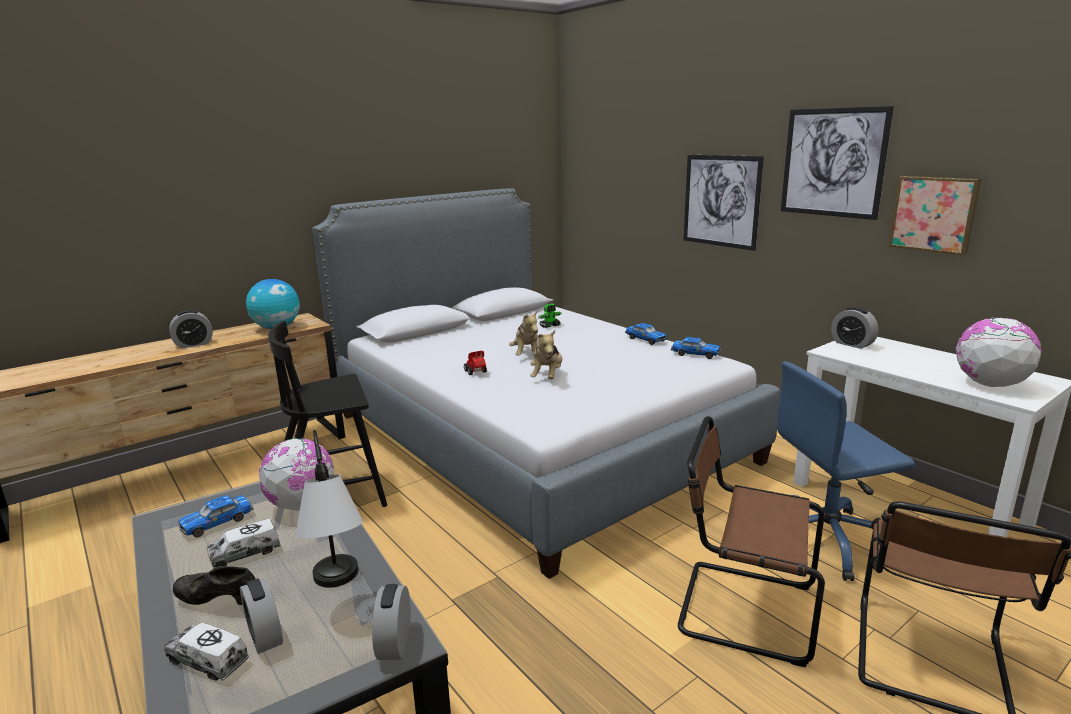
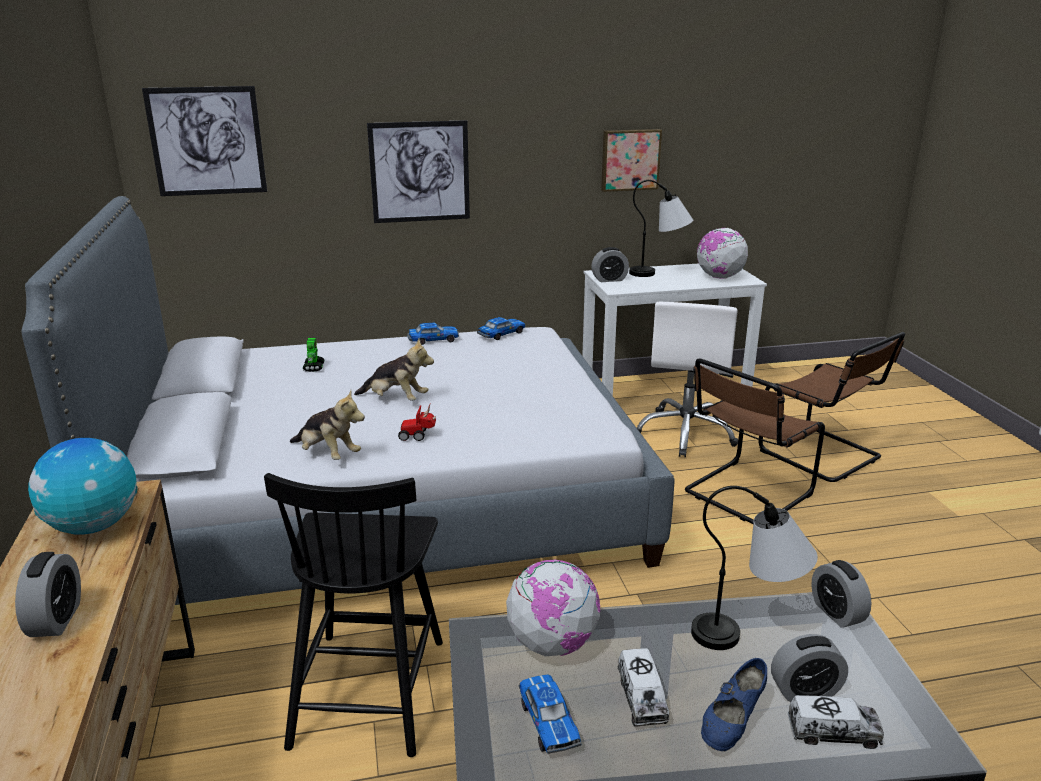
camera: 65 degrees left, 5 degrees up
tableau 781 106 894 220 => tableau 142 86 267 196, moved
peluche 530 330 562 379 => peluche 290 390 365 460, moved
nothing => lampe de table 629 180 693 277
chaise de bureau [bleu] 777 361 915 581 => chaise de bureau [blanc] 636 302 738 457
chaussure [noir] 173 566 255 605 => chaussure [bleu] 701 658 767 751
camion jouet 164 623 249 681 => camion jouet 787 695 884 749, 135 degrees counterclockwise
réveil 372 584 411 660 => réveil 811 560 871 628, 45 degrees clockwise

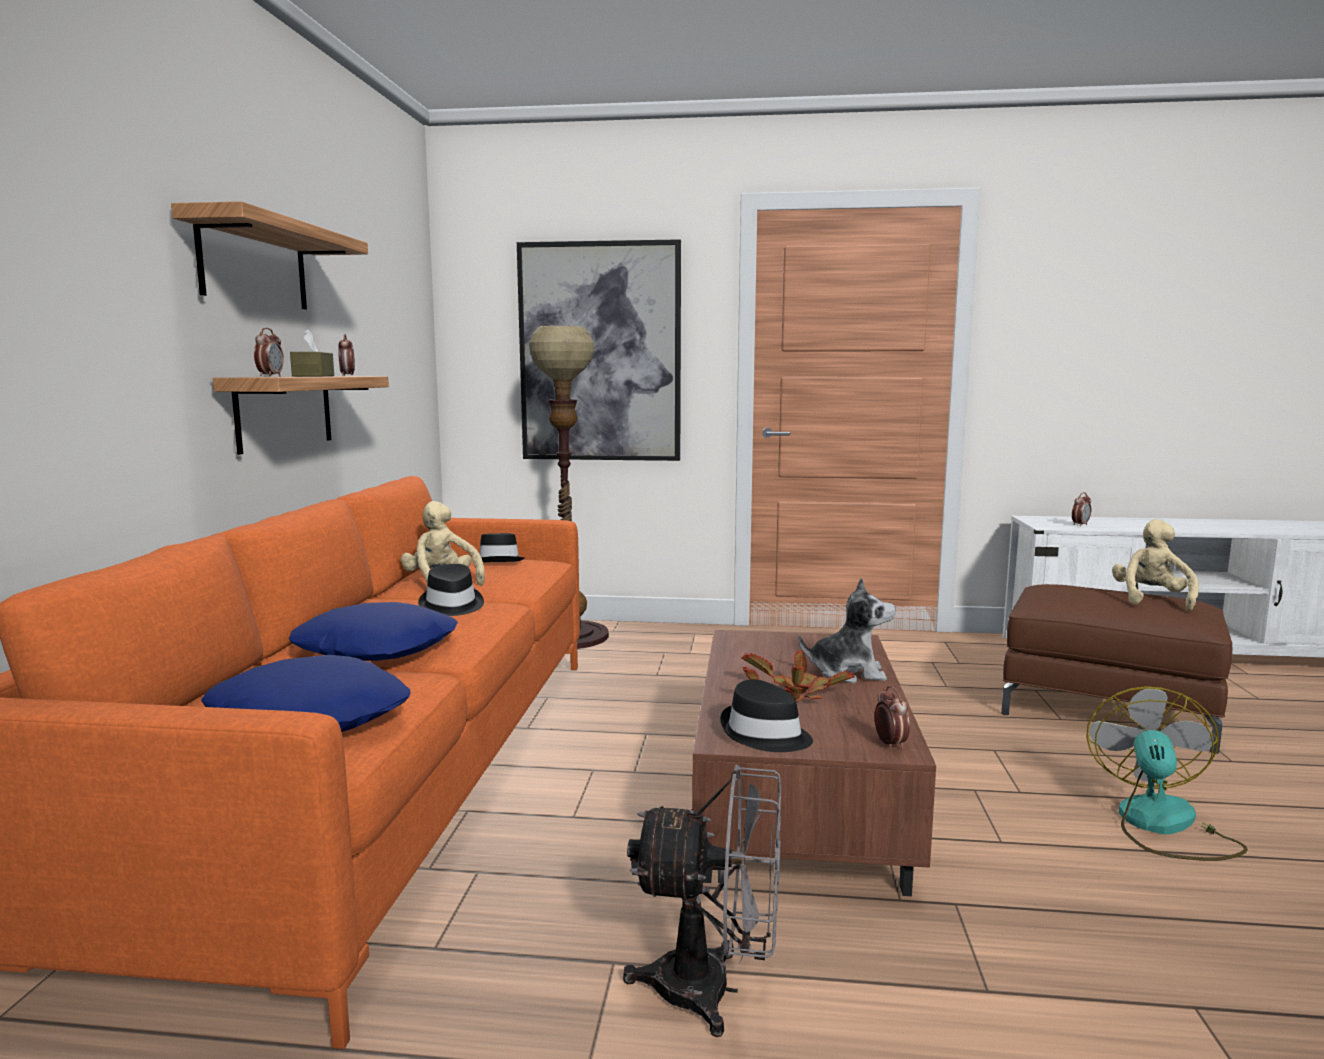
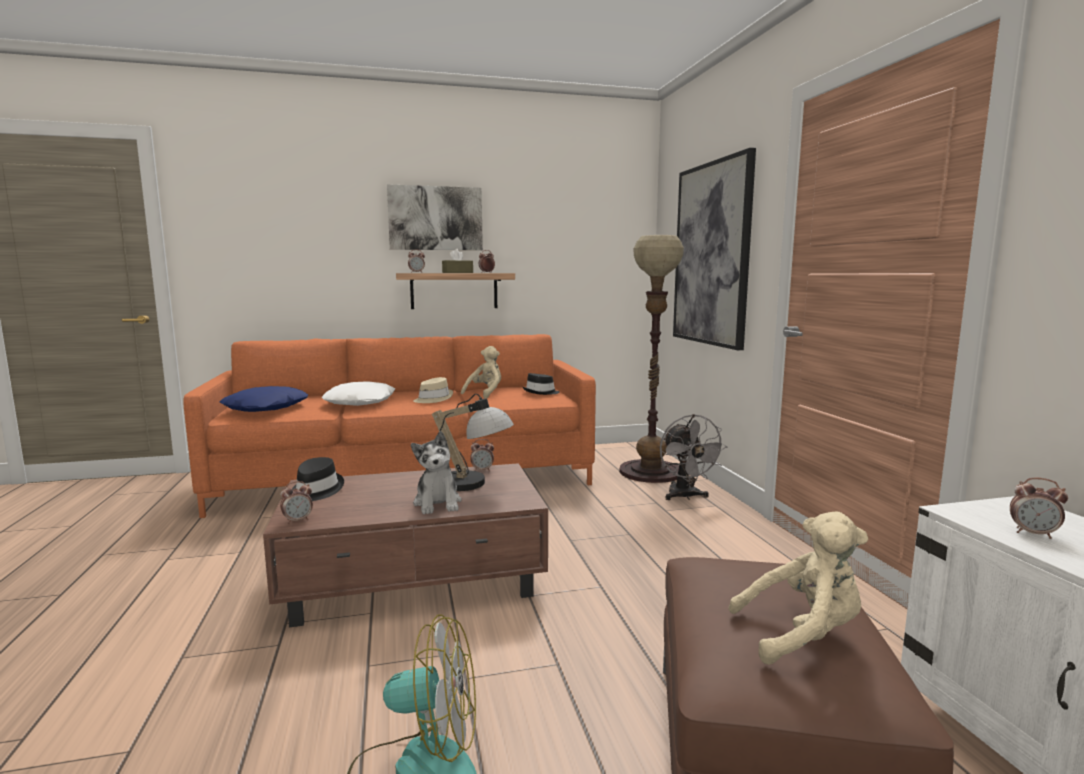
camera: 70 degrees right, 0 degrees up
coussin [bleu] 289 602 458 661 => coussin [blanc] 322 381 395 406
étagère 171 201 368 309 => tableau 387 184 483 250
chapeau [noir] 418 564 484 616 => chapeau [beige] 414 377 453 403
nothing => lampe de table 432 394 514 491
nothing => réveil 470 439 494 471
ventilateur [gris] 623 764 781 1037 => ventilateur [gris] 660 414 728 500, moved
plante en pot 741 650 854 701 => nothing

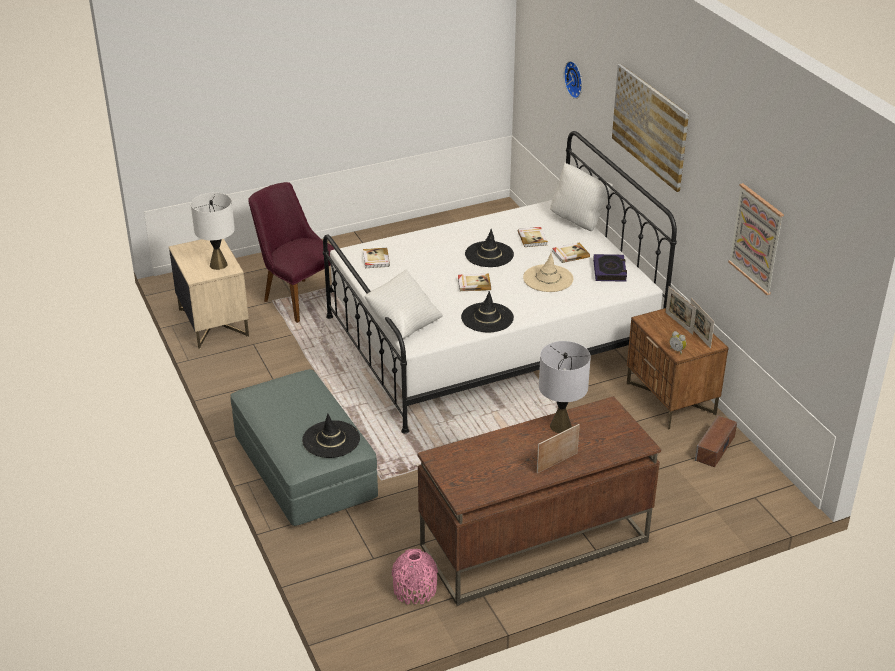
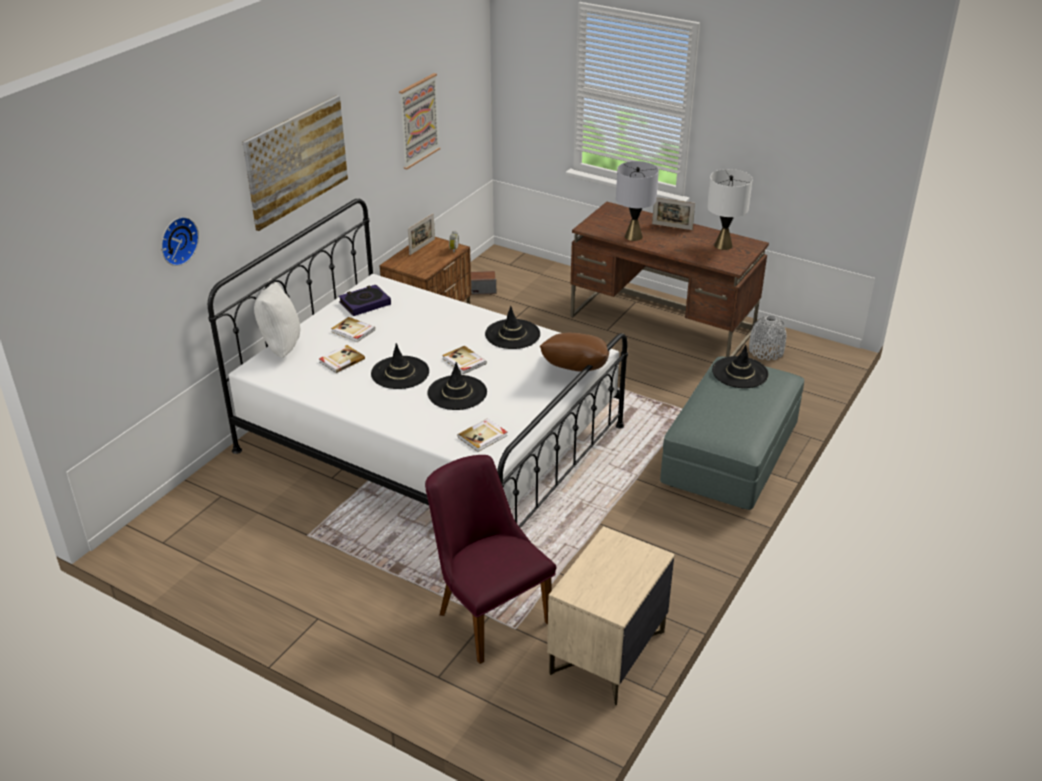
camera: 125 degrees left, 0 degrees up
chaise [violet] 248 182 339 323 => chaise [violet] 425 455 556 664, 135 degrees clockwise
nothing => chapeau [noir] 427 362 487 410
coussin [blanc] 364 269 443 338 => coussin [marron] 540 333 609 371
lampe de table [blanc] 191 193 235 270 => lampe de table [blanc] 707 169 753 250, moved
vase [rose] 392 549 438 604 => vase [gris] 749 315 787 360
chapeau [beige] 523 253 574 292 => nothing
cadre photo 665 287 696 335 => nothing

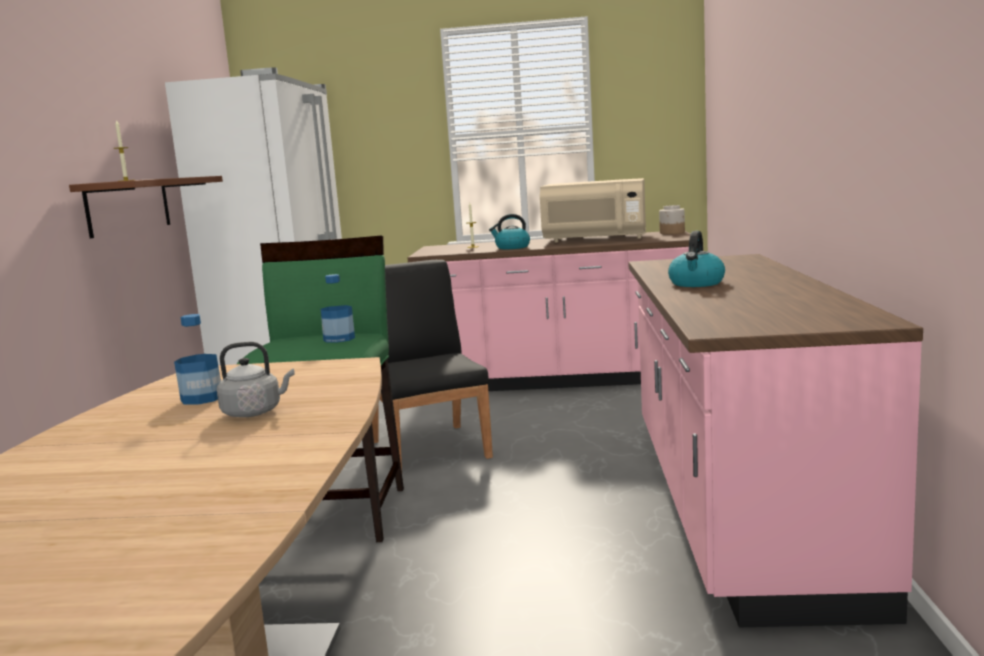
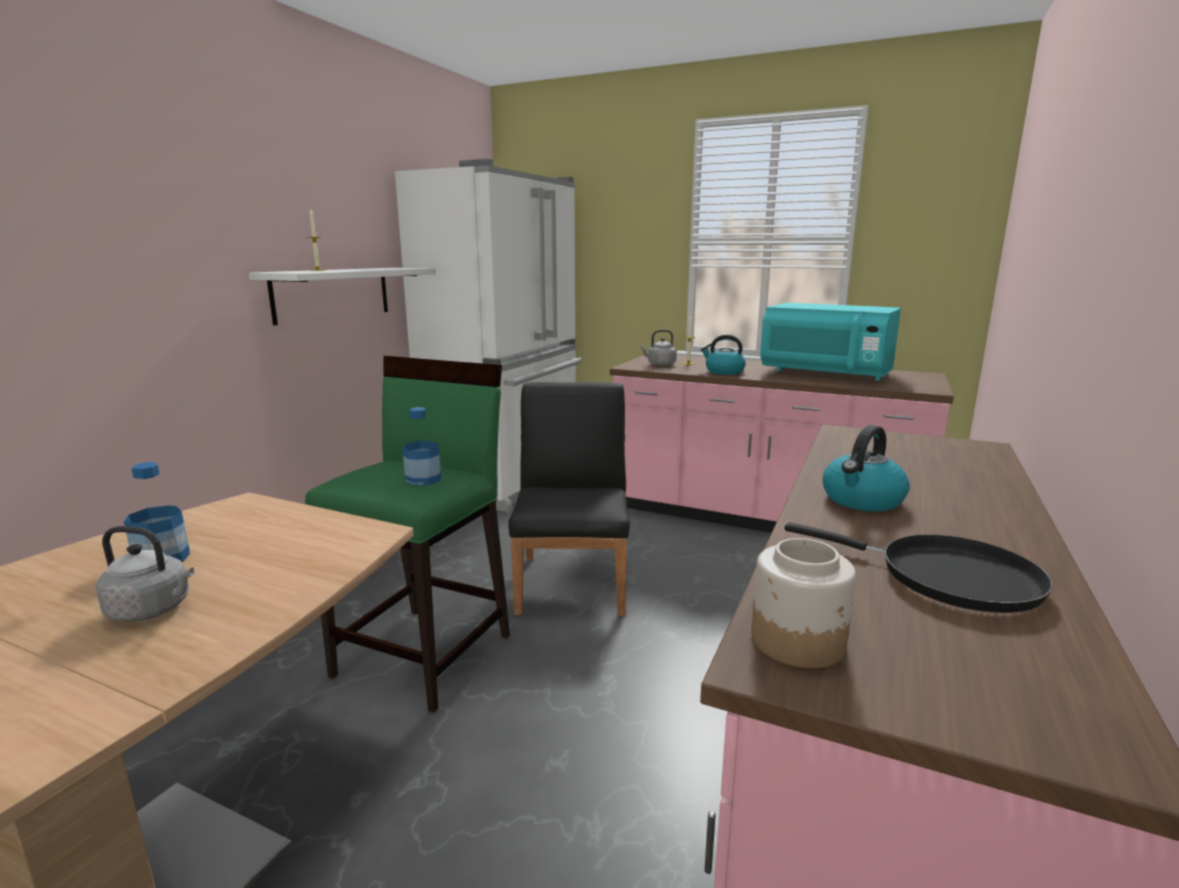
camera: 20 degrees right, 5 degrees up
étagère [marron] 69 176 223 238 => étagère [blanc] 249 268 436 325
nothing => bouilloire [gris] 640 330 677 366
bocal 659 205 685 234 => bocal 751 538 856 668, moved
micro-ondes [beige] 540 178 646 243 => micro-ondes [turquoise] 760 303 901 381
nothing => poêle [noir] 785 522 1053 613

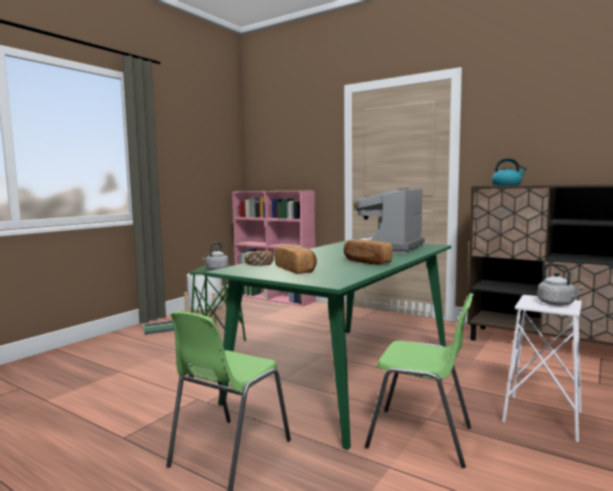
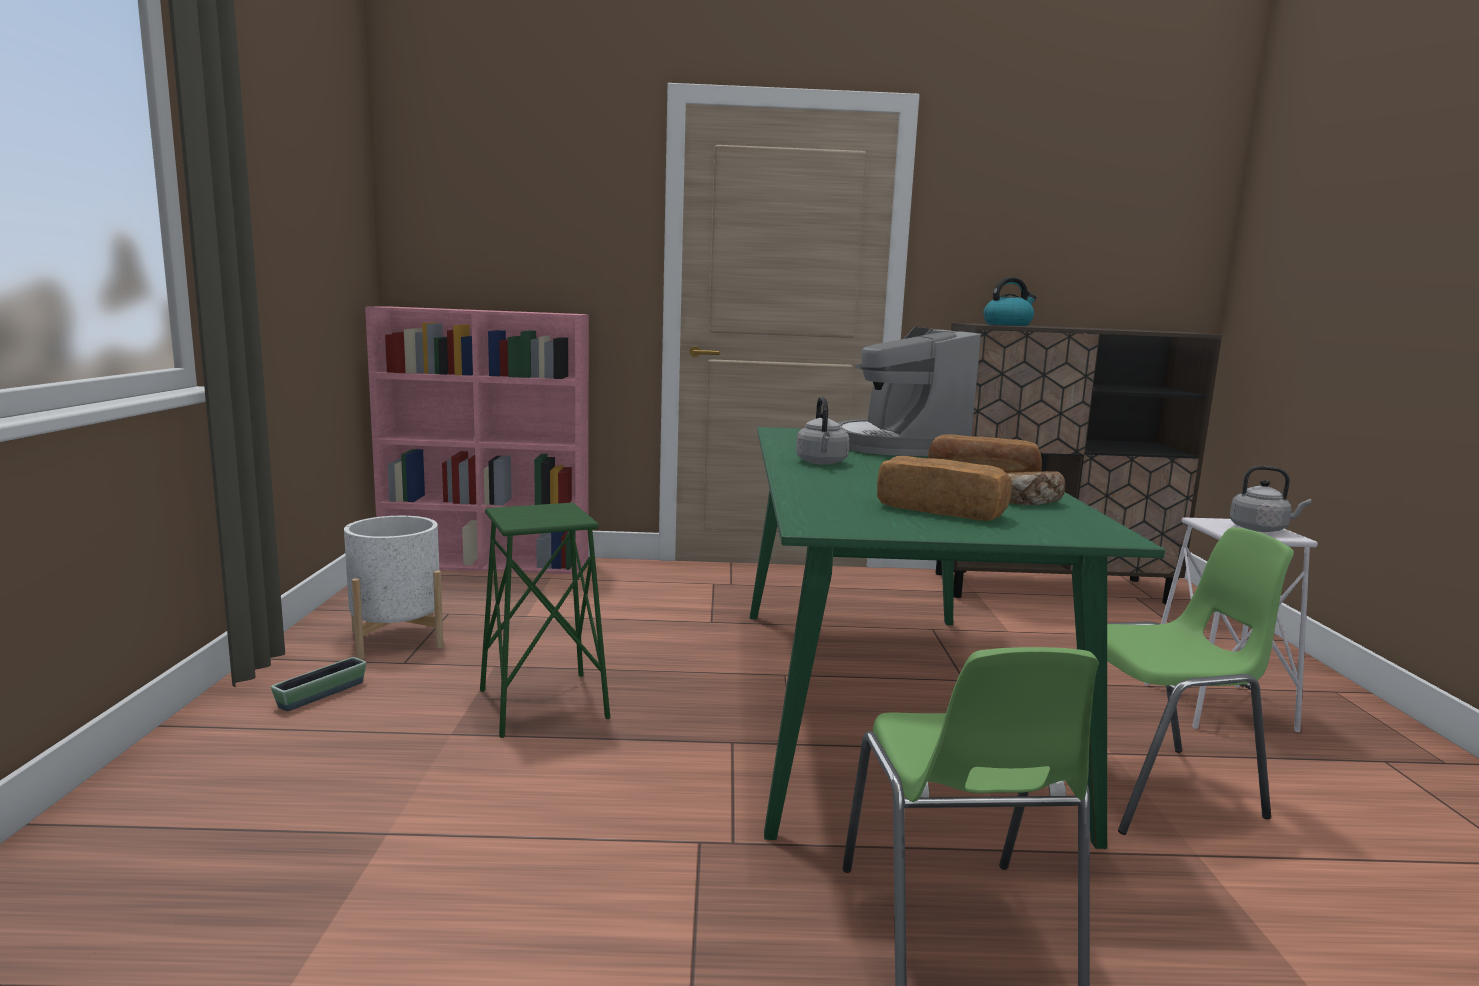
camera: 35 degrees left, 5 degrees up
bouilloire [gris] 203 242 229 270 => bouilloire [gris] 796 396 849 465, moved
pain 244 251 274 266 => pain 1007 471 1065 505, moved

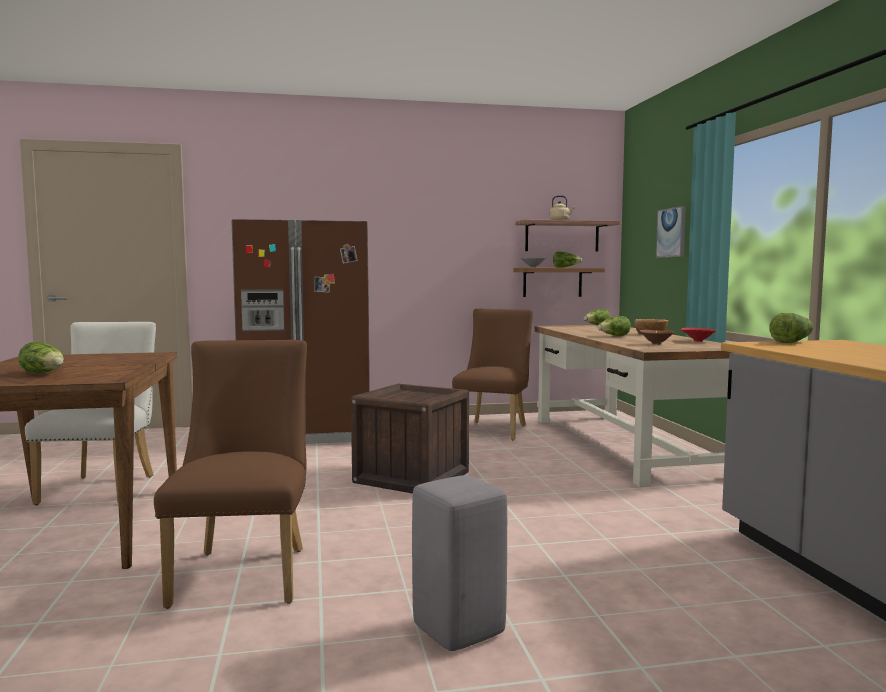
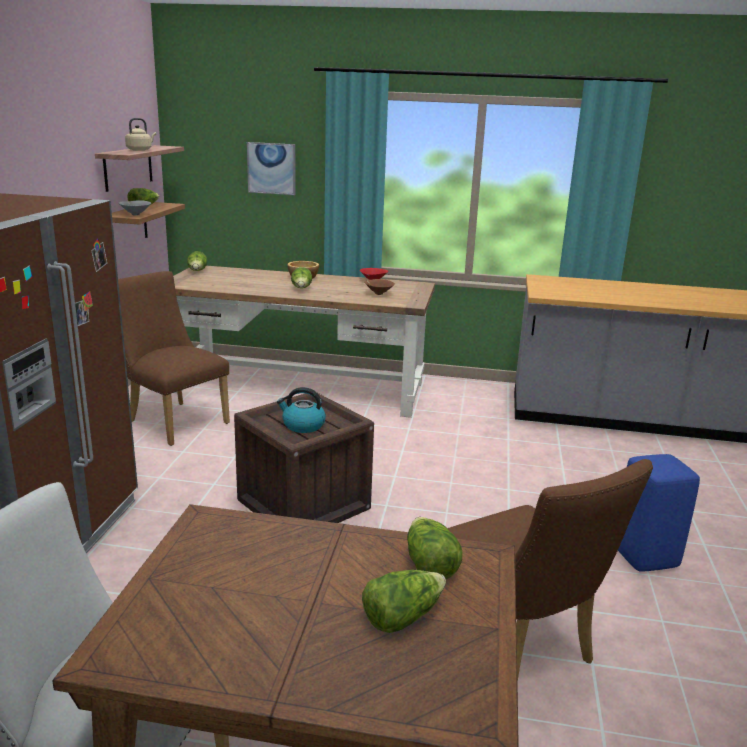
camera: 70 degrees left, 15 degrees up
nothing => bouilloire 277 387 326 433
laitue 770 313 813 343 => laitue 407 517 463 579, moved
chaise [marron] 154 340 307 609 => chaise [marron] 447 459 653 682, 135 degrees counterclockwise
tabouret [gris] 412 475 507 651 => tabouret [bleu] 618 454 700 572

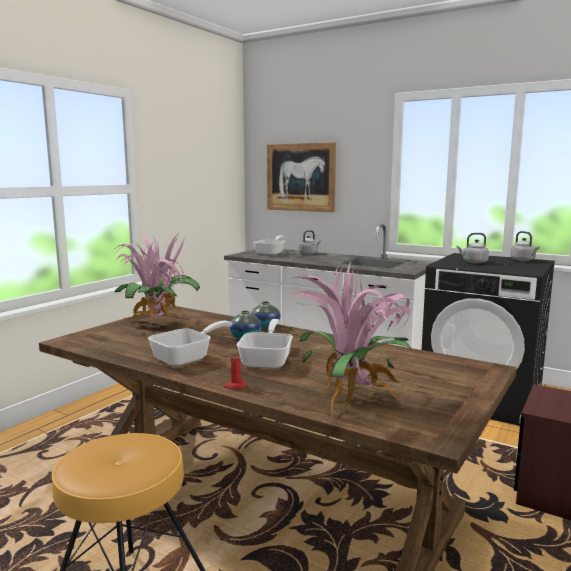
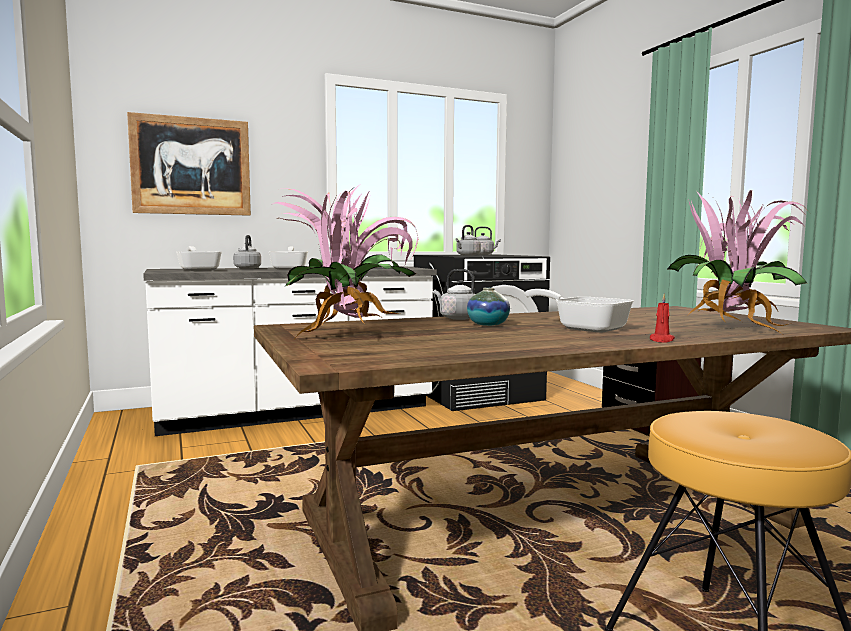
camera: 55 degrees left, 5 degrees down
poêle 148 321 232 366 => poêle 268 247 308 270, moved
vase 251 301 281 329 => bouilloire [gris] 434 269 476 320

